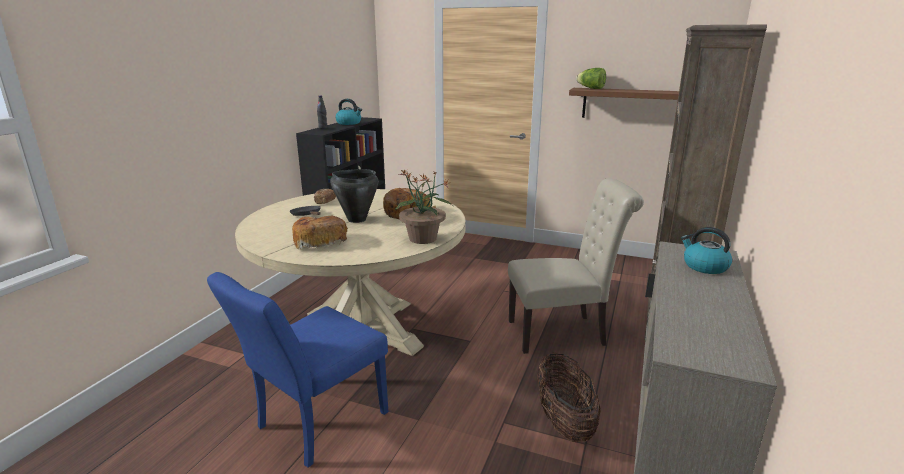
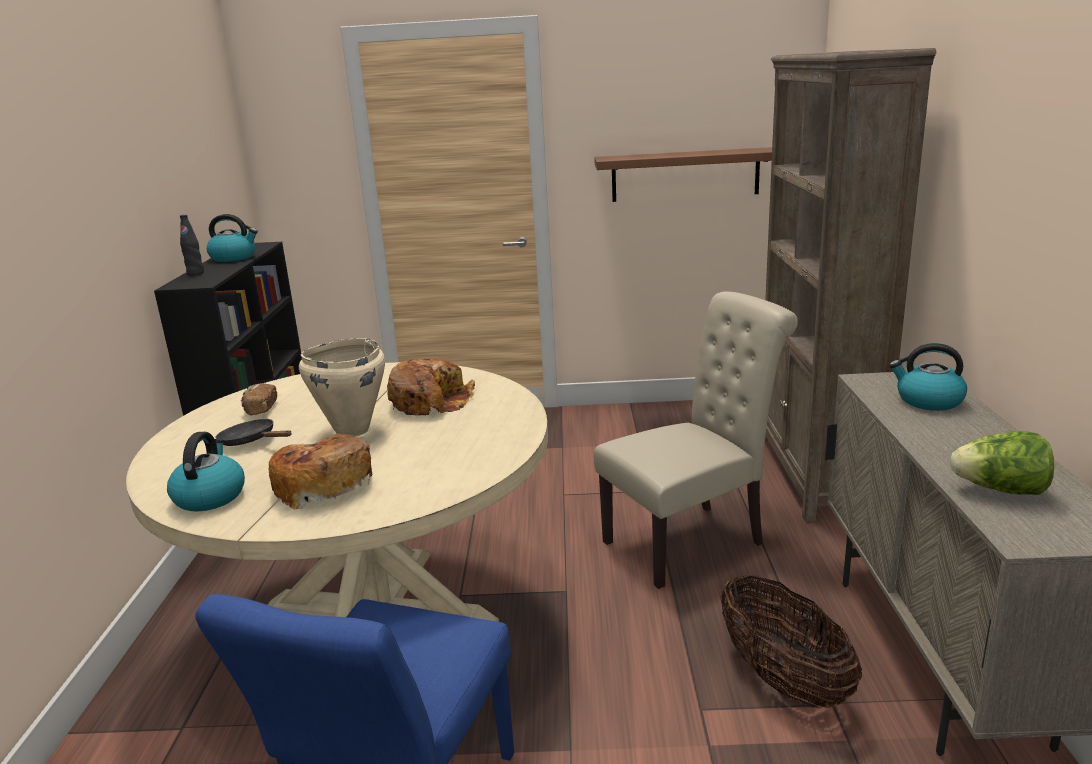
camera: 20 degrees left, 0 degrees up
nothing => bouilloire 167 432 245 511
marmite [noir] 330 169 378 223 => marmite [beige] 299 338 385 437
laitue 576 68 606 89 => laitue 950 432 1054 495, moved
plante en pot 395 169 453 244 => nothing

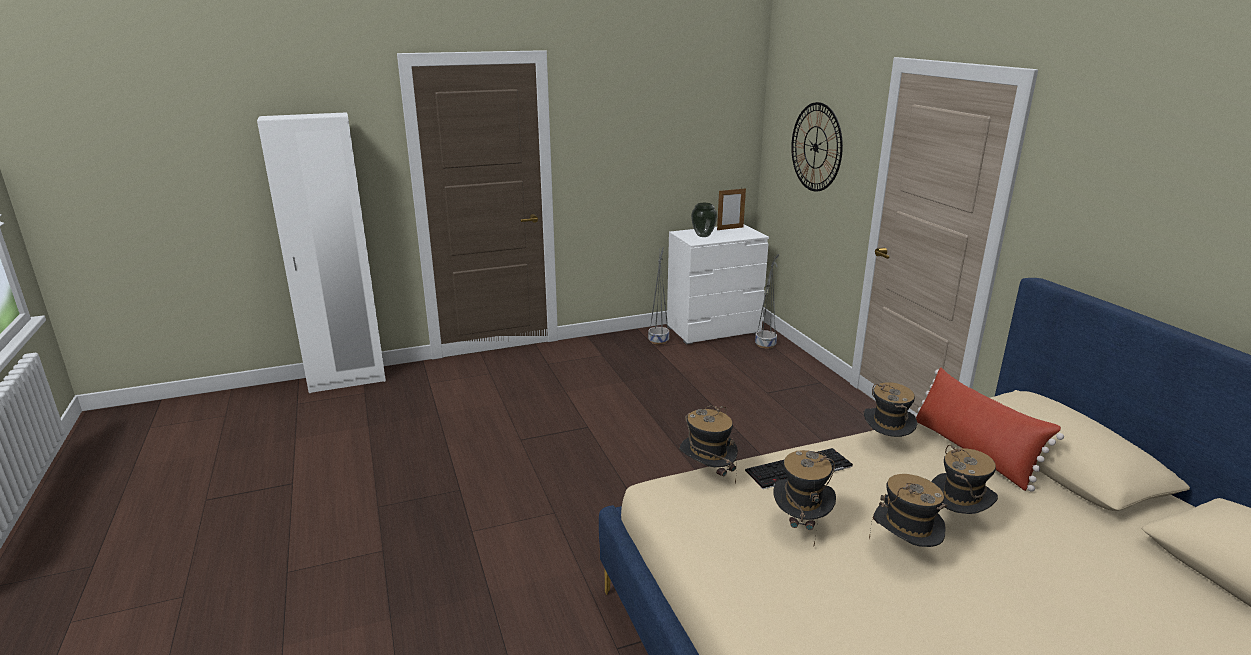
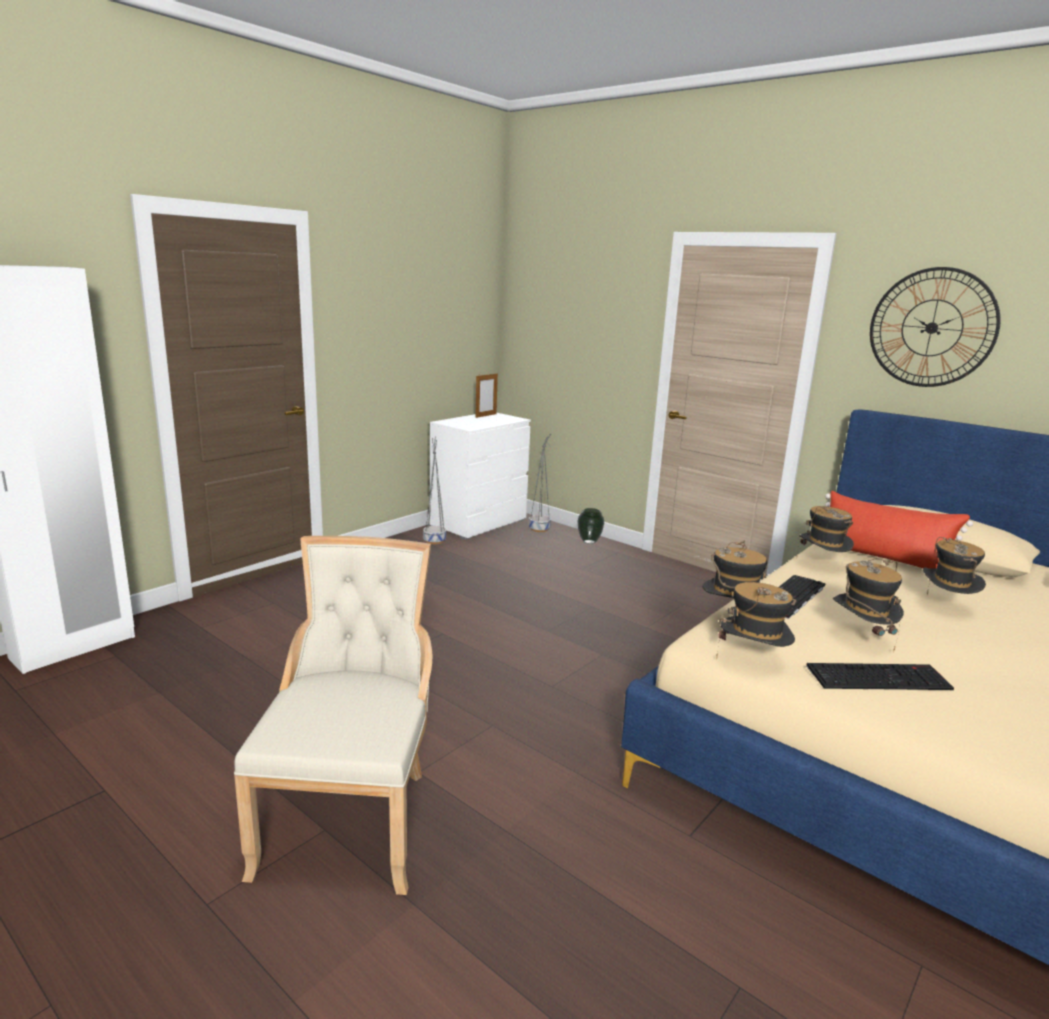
camera: 30 degrees left, 5 degrees down
nothing => chaise [beige] 234 536 433 895
vase 691 203 717 237 => vase 577 508 604 544, moved
chapeau 869 474 947 547 => chapeau 716 582 796 660, moved
nothing => clavier 806 663 954 690
horloge murale 791 102 843 192 => horloge murale 870 267 1001 387, moved

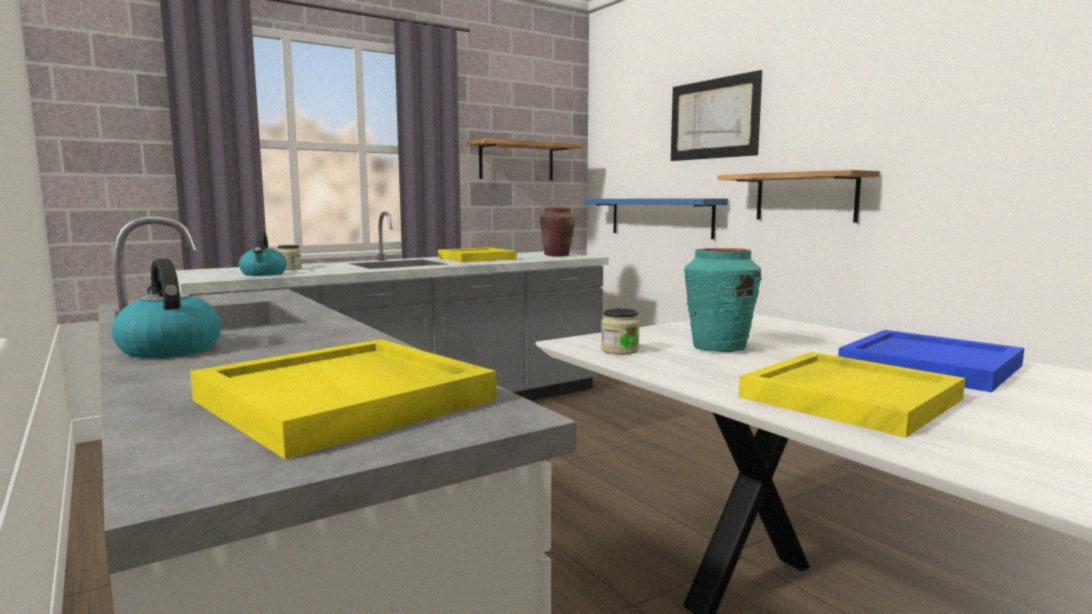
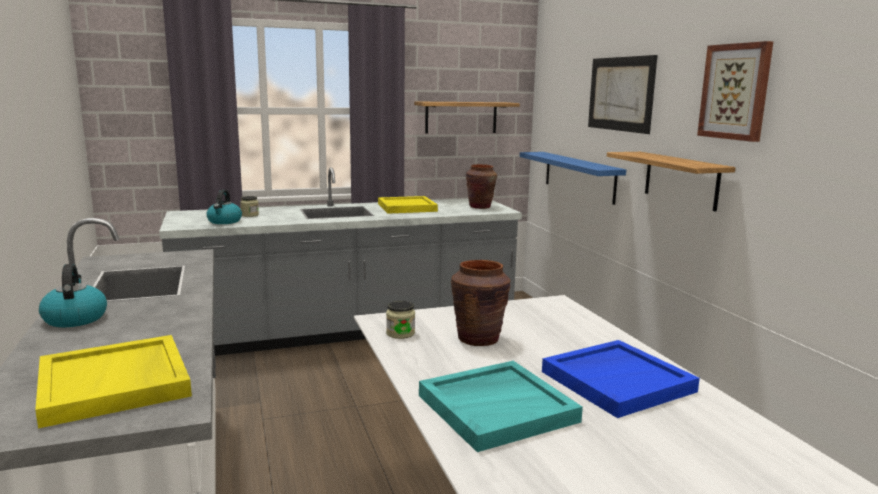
camera: 15 degrees right, 5 degrees up
plateau [jaune] 739 352 965 438 => plateau [turquoise] 419 361 583 452
vase [turquoise] 684 248 762 352 => vase [marron] 451 260 510 346
nothing => tableau 697 41 774 142

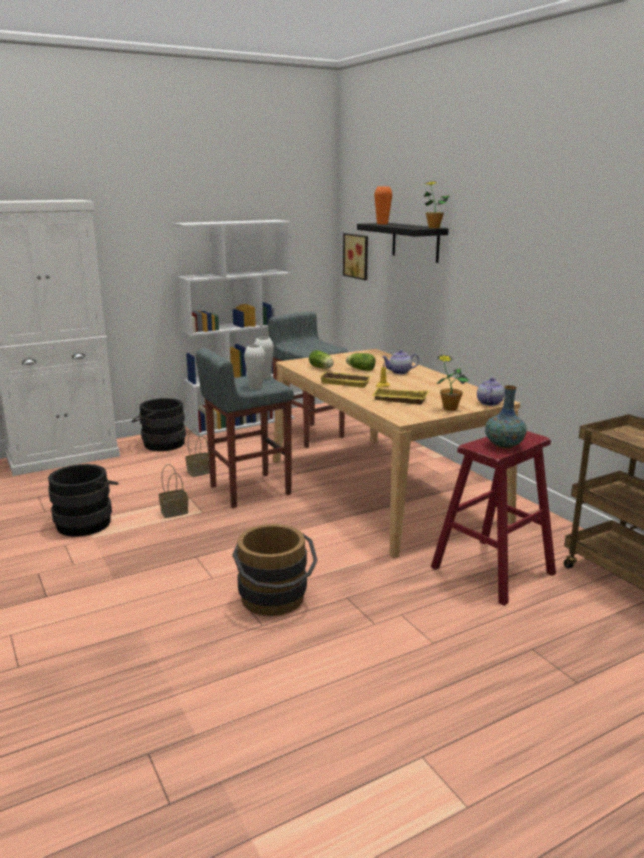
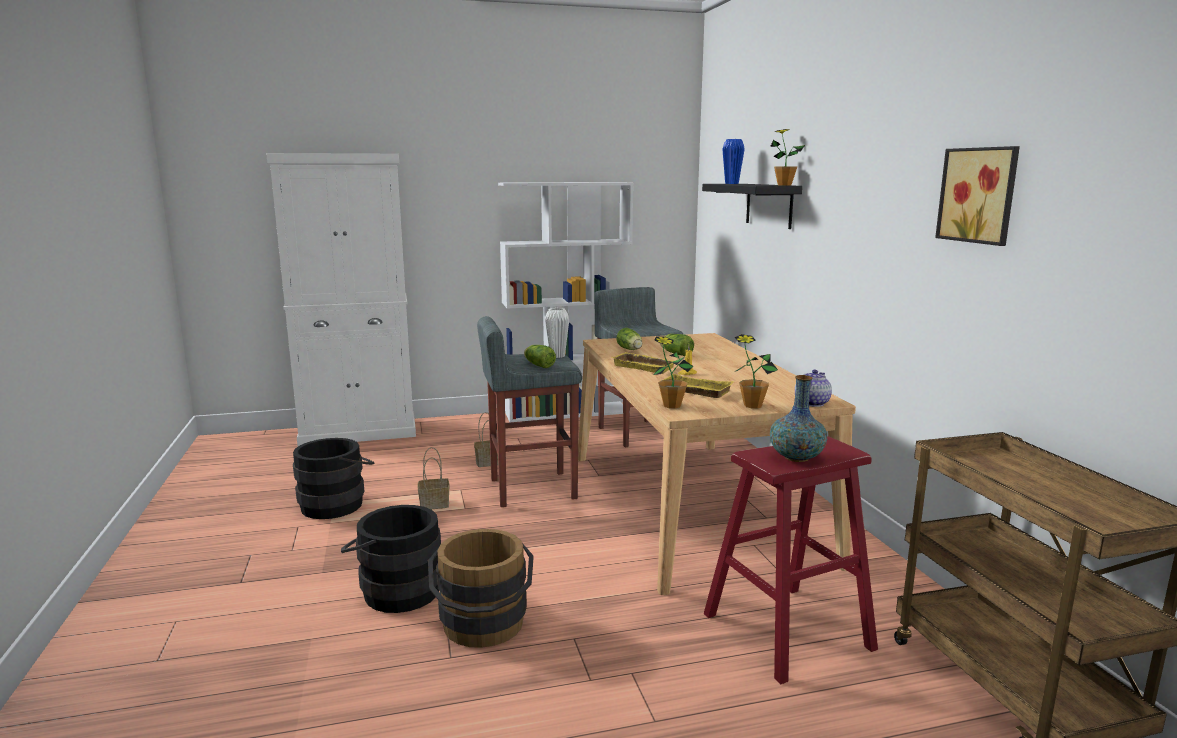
camera: 15 degrees right, 5 degrees down
seau [noir] 131 398 186 451 => seau [noir] 341 505 441 613, moved
vase [blanc] 244 345 266 389 => laitue 524 345 556 368
nothing => plante en pot 653 337 694 409
vase [orange] 374 186 392 224 => vase [bleu] 722 139 745 184
tableau 343 233 368 280 => tableau 935 146 1020 246, moved
théière 382 350 419 374 => nothing

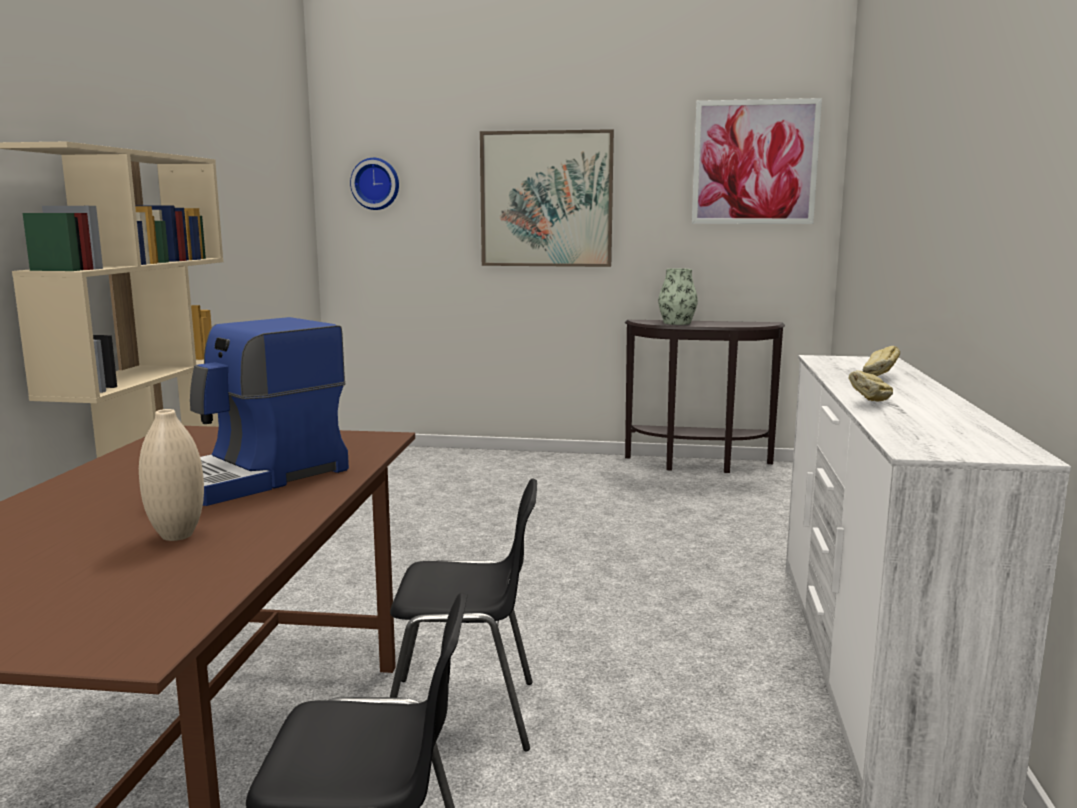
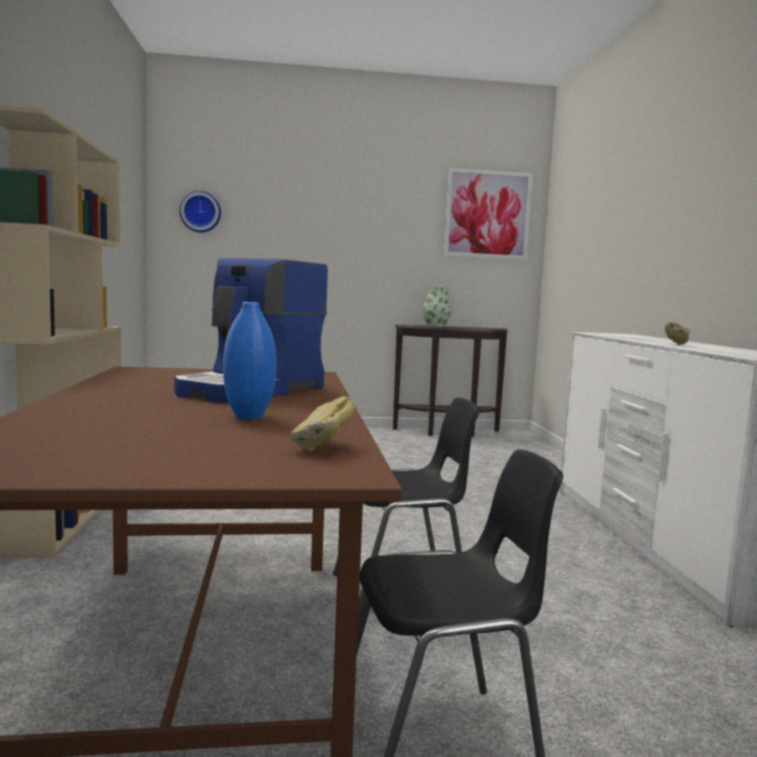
camera: 15 degrees left, 5 degrees down
vase [beige] 139 409 204 541 => vase [bleu] 223 302 276 420
pain 863 346 900 376 => pain 291 396 355 452, moved
tableau 480 129 614 267 => nothing

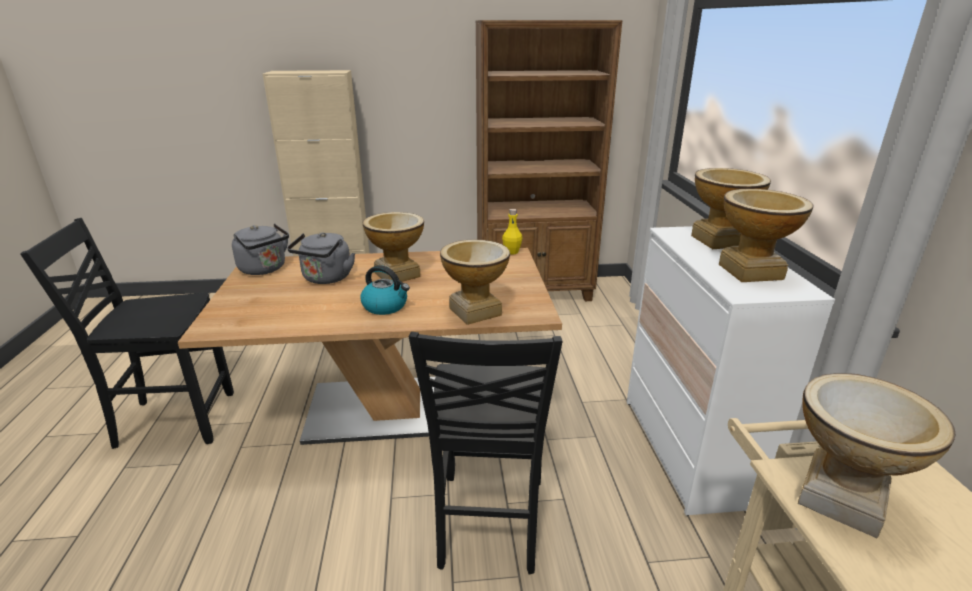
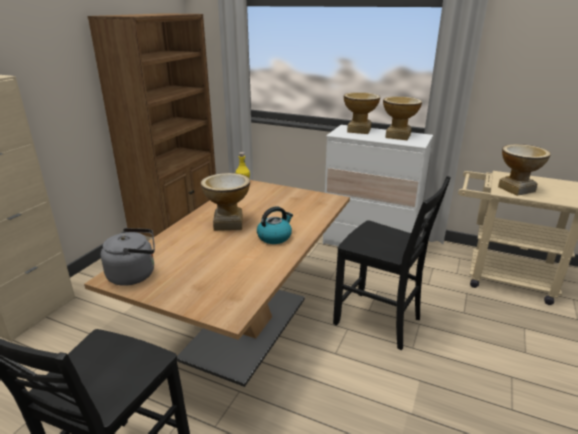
camera: 60 degrees left, 0 degrees up
bouilloire [gris] 287 232 355 284 => nothing
vase 440 239 510 325 => nothing

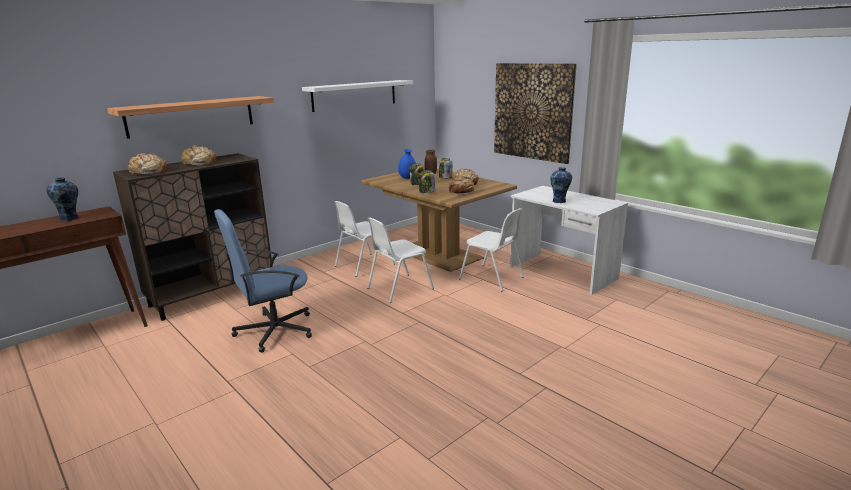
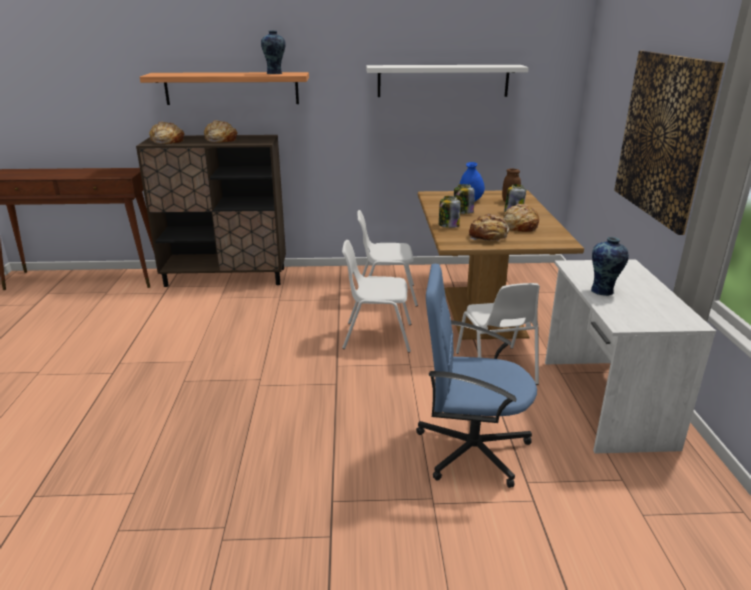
camera: 40 degrees right, 5 degrees up
vase 46 177 79 221 => vase 261 31 286 74, moved
chaise de bureau [bleu] 214 209 312 353 => chaise de bureau [bleu] 416 264 537 488, moved

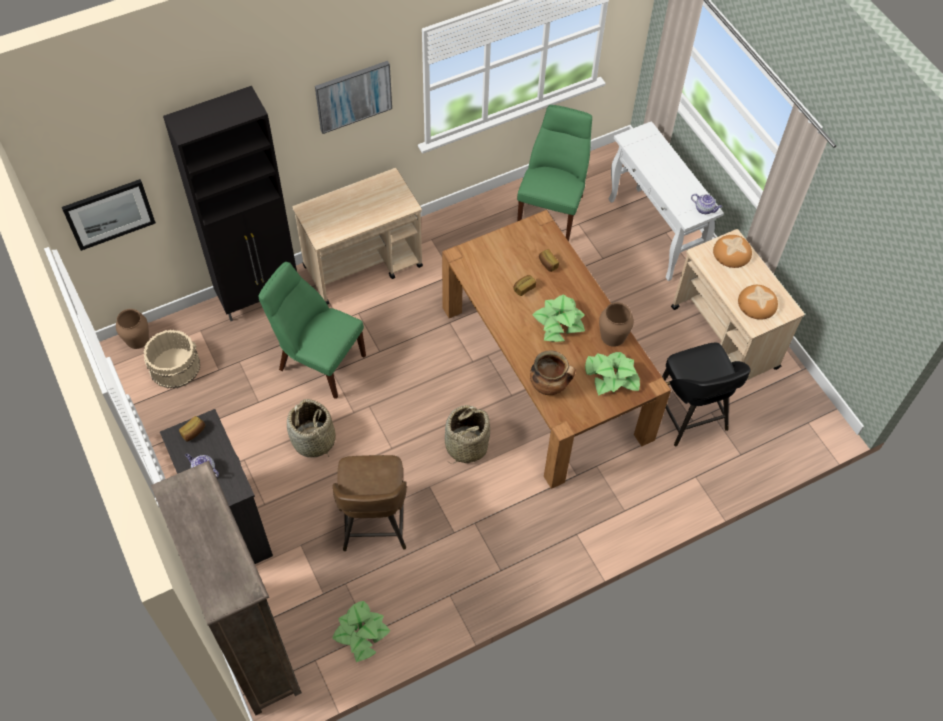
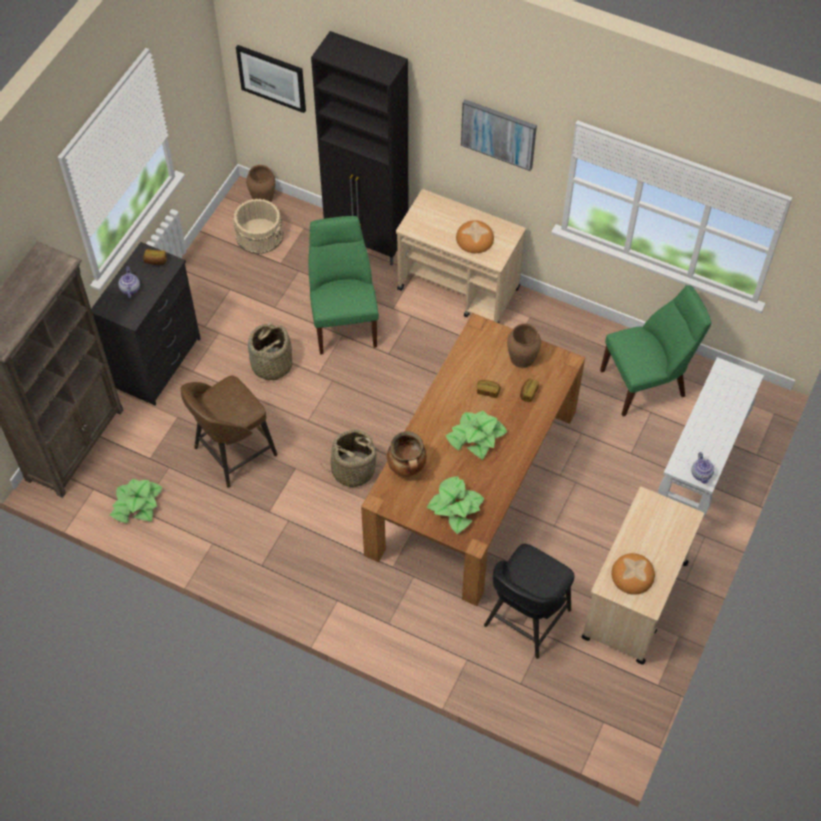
camera: 55 degrees right, 0 degrees up
pain 713 235 752 268 => pain 456 220 494 253, moved
vase [marron] 599 302 634 347 => vase [marron] 507 324 541 368, moved

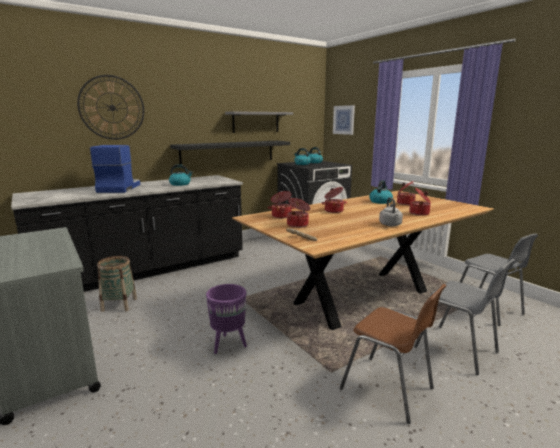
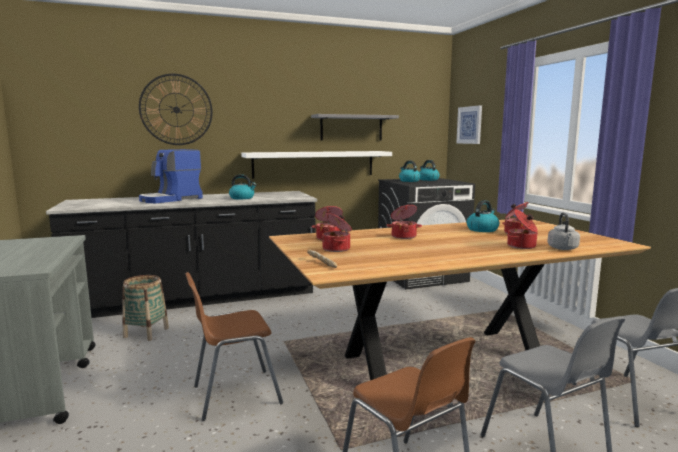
camera: 15 degrees right, 5 degrees down
machine à café 90 145 140 193 => machine à café 139 149 203 203, 150 degrees counterclockwise
cache-pot [violet] 206 284 247 354 => chaise [marron] 185 272 283 421
étagère [noir] 170 141 290 165 => étagère [blanc] 241 151 392 179
bouilloire [gris] 379 197 403 226 => bouilloire [gris] 547 213 580 250, moved

